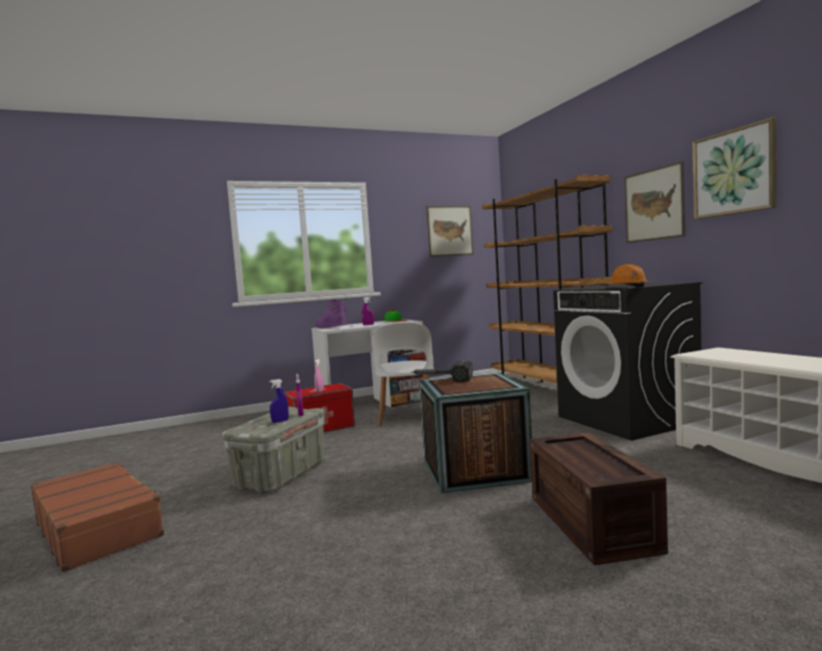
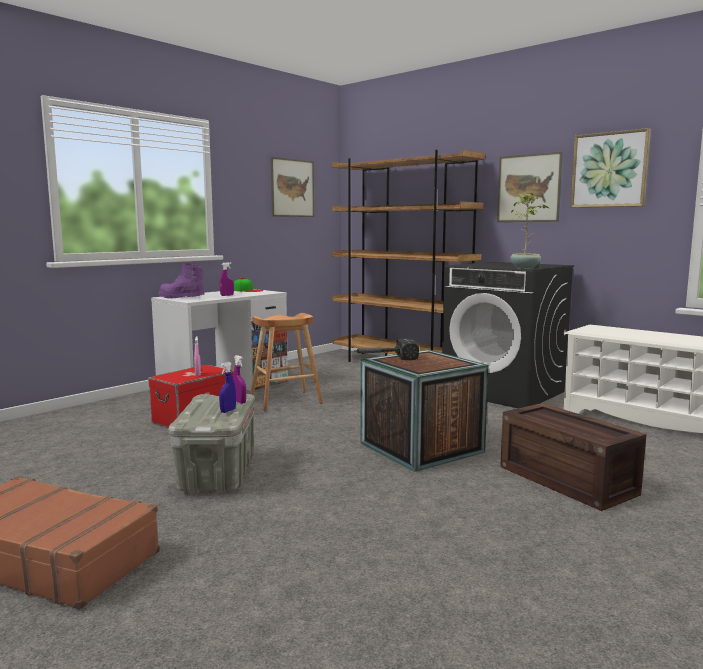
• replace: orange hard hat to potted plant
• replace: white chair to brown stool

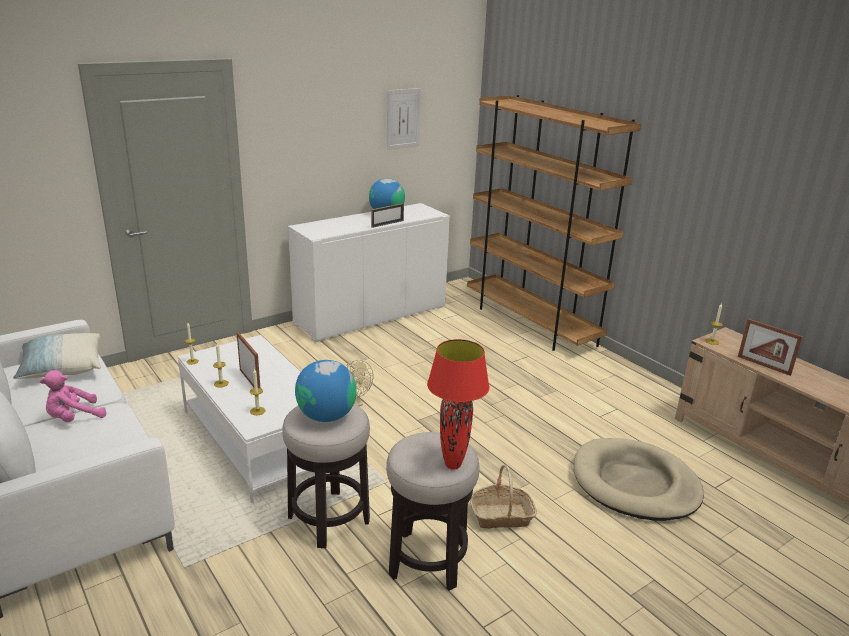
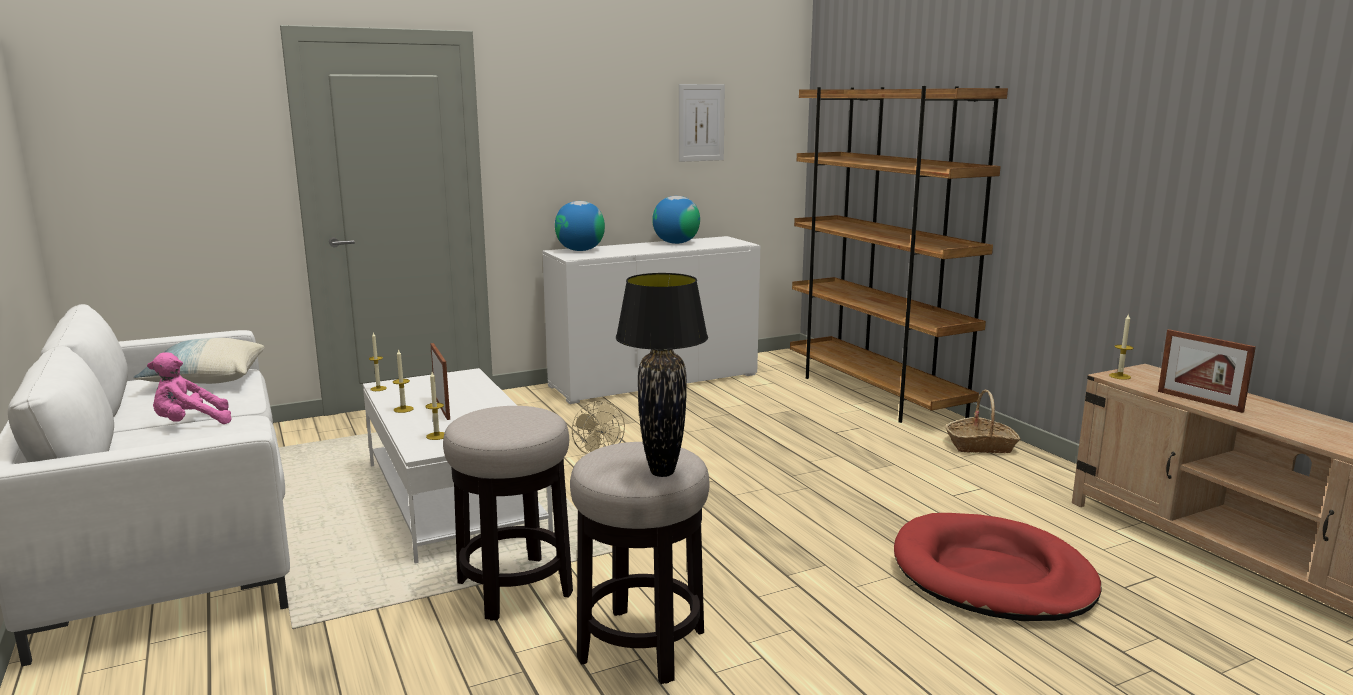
• delete: picture frame (2nd from left)
• recolor: red table lamp to black table lamp
• move: globe (1st from left)
• recolor: beige dog bed to red dog bed
• move: basket

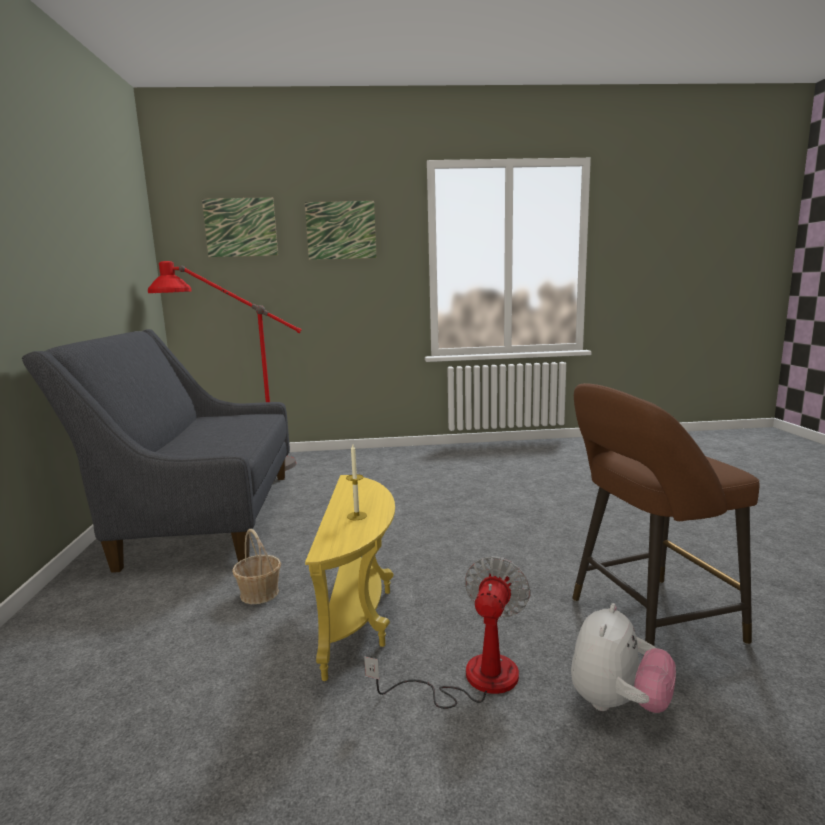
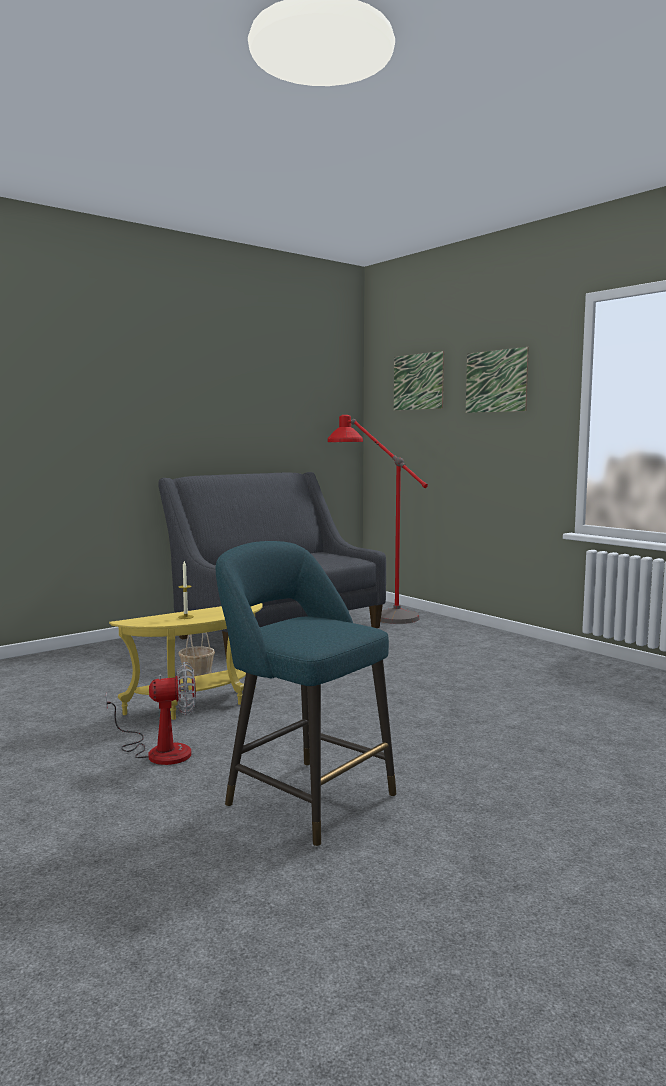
• recolor: brown stool to turquoise stool
• delete: plush toy

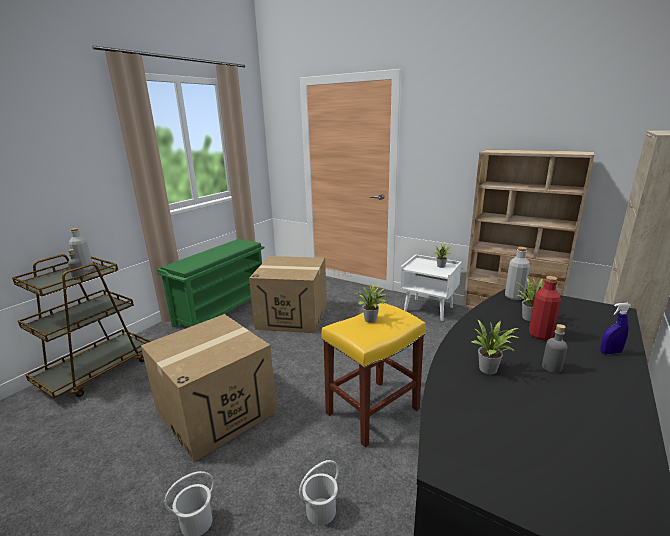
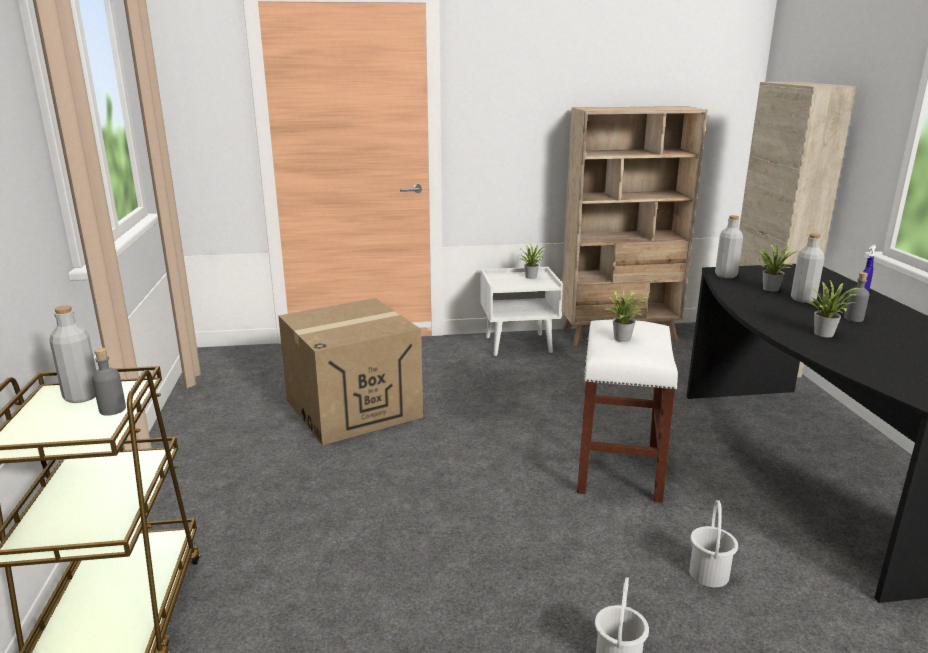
• delete: green shoe rack
• recolor: red bottle to grey bottle (4th from left)
• recolor: yellow stool to white stool
• delete: cardboard box (1st from left)

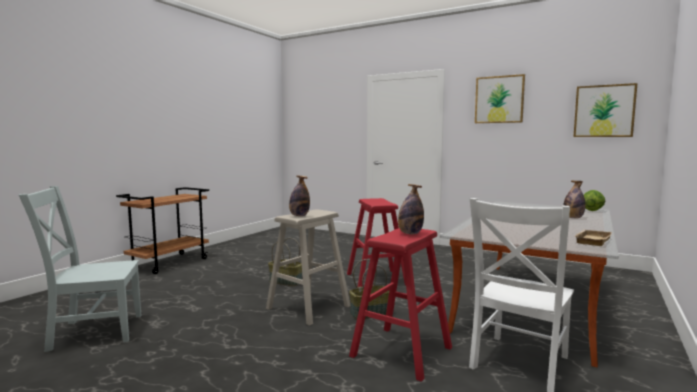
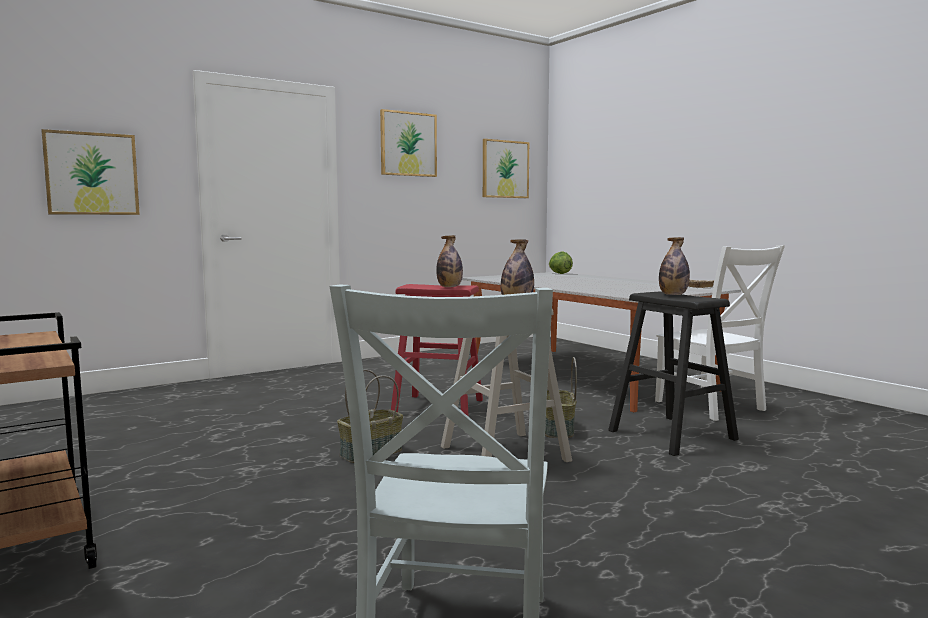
• move: bottle (3rd from left in the first image) to bottle (1st from left)
• recolor: red stool (2nd from left) to black stool
• insert: picture (1st from left)

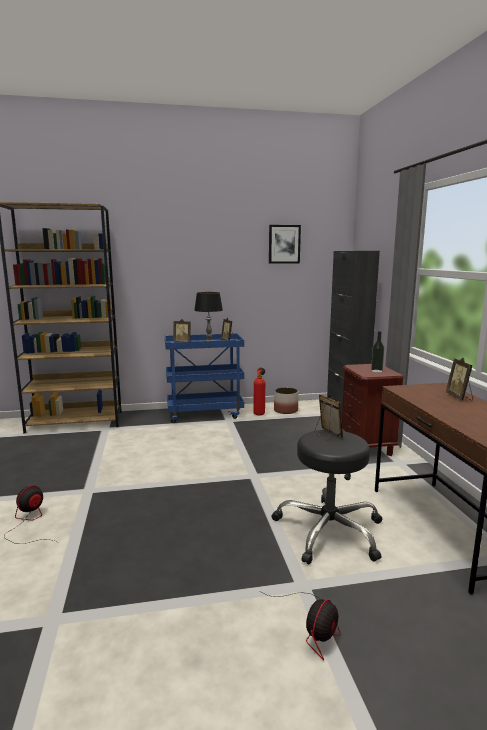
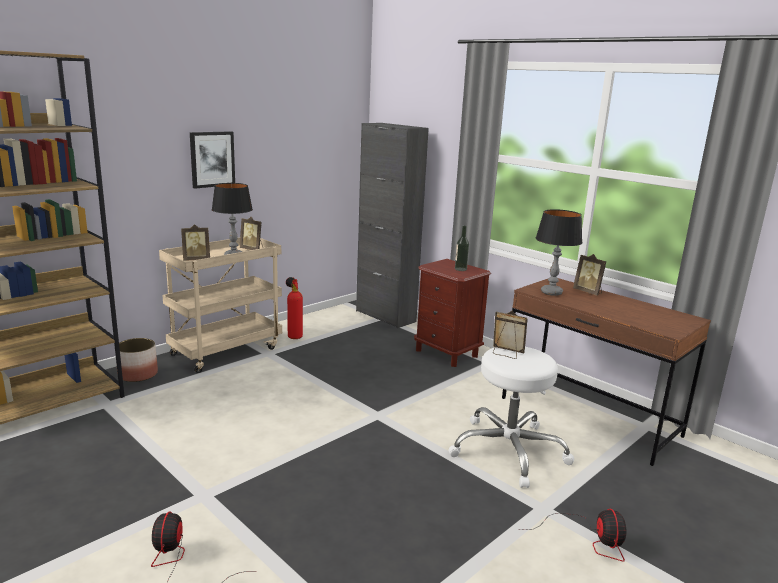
• move: picture
• recolor: blue cart to beige cart
• move: planter
• recolor: black stool to white stool
• insert: table lamp (2nd from left)

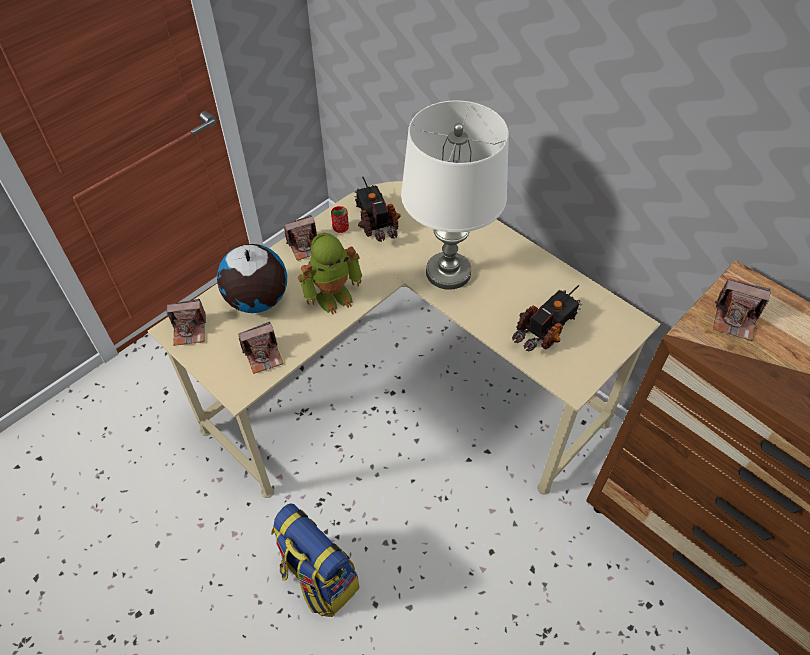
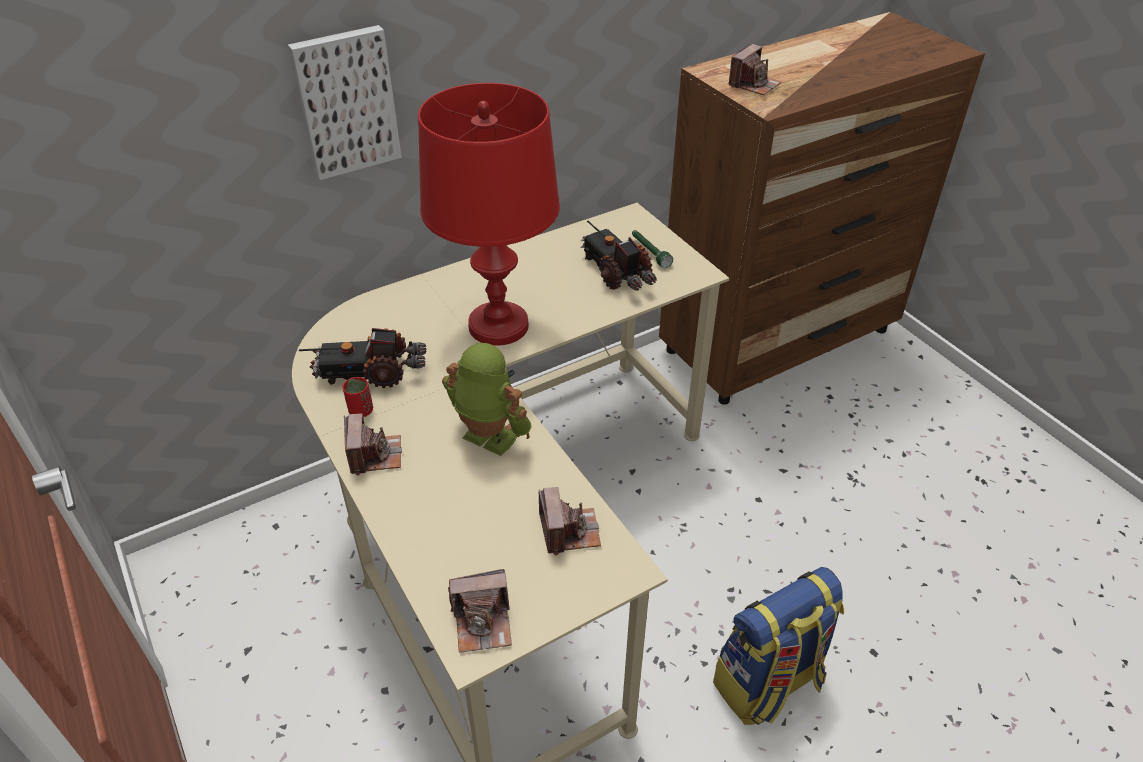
• recolor: white table lamp to red table lamp
• rotate: toy robot 45 degrees counterclockwise
• delete: globe
• rotate: photo camera (1st from left in the first image) 75 degrees clockwise
• insert: picture
• insert: green flashlight

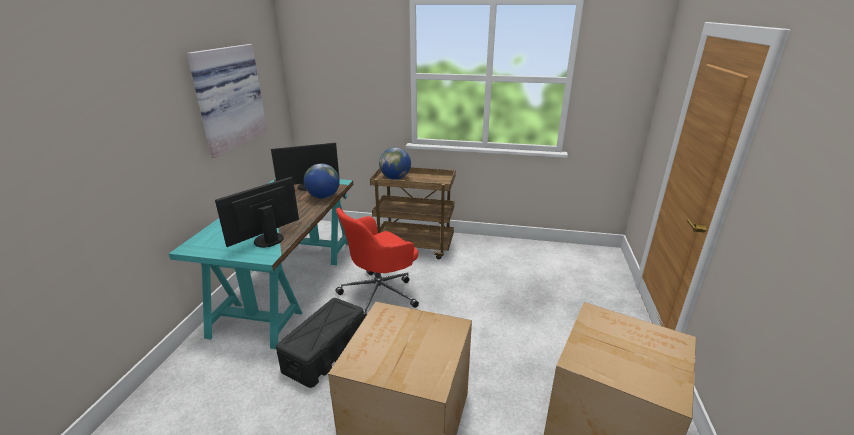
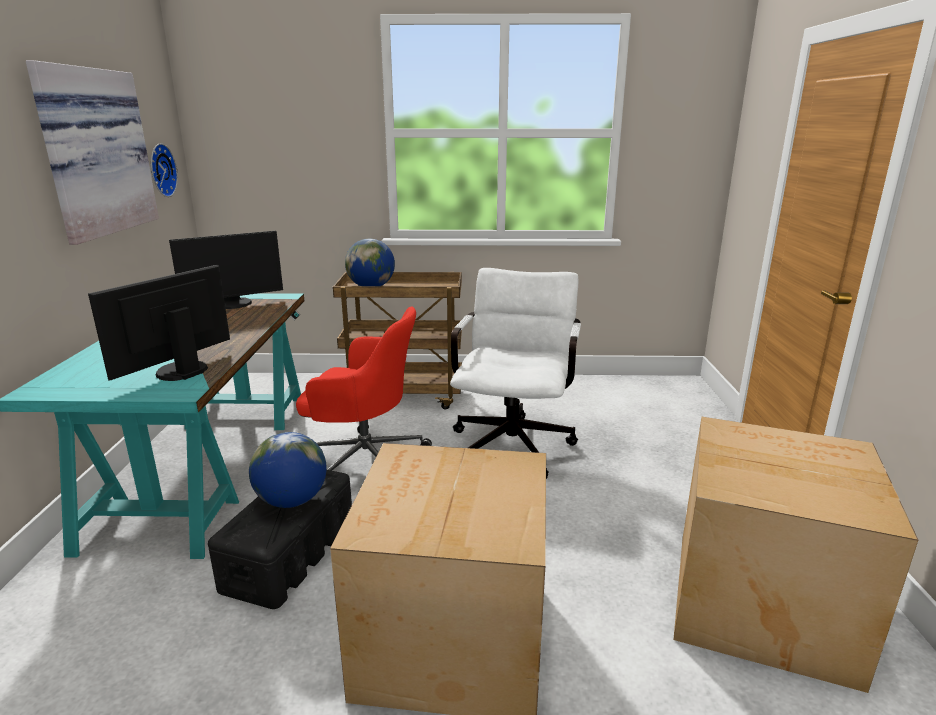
• move: globe (1st from left)
• rotate: red office chair 120 degrees counterclockwise
• insert: wall clock
• insert: white office chair

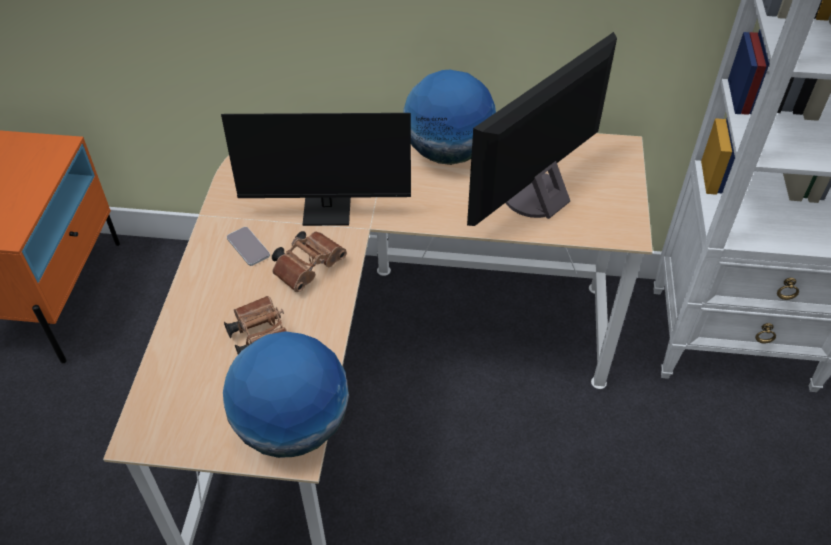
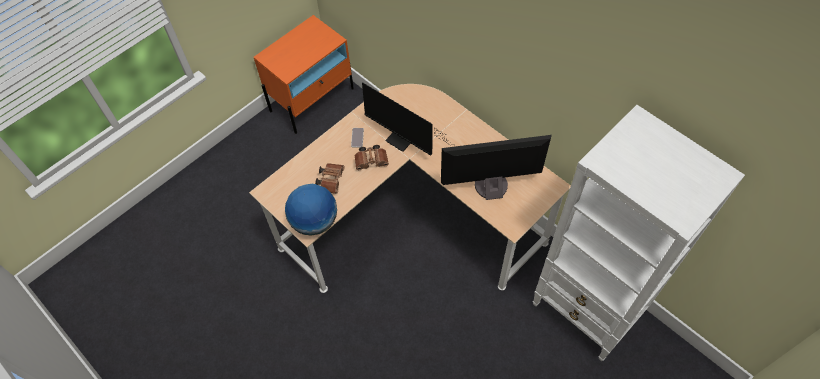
• delete: globe (2nd from left)

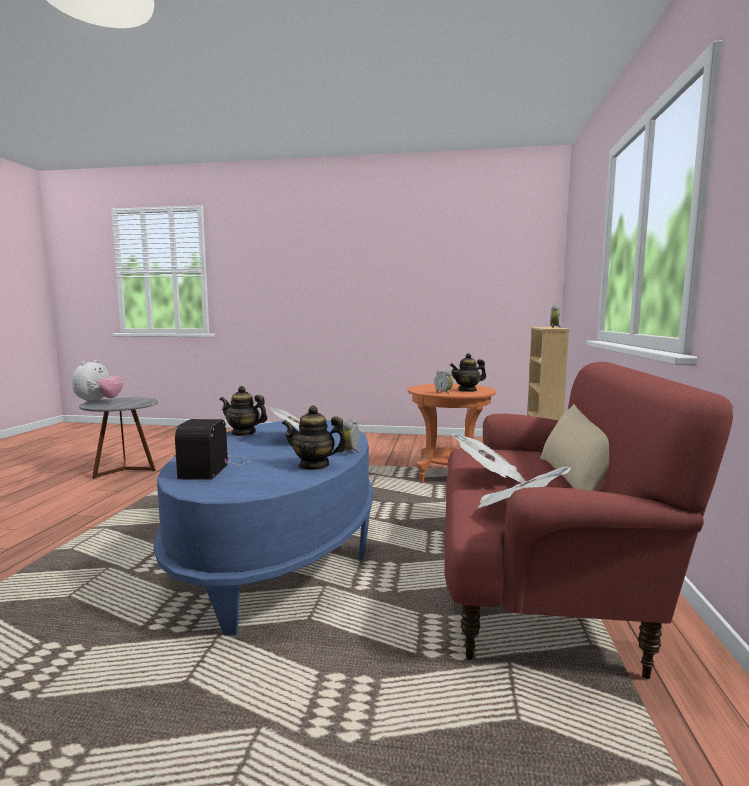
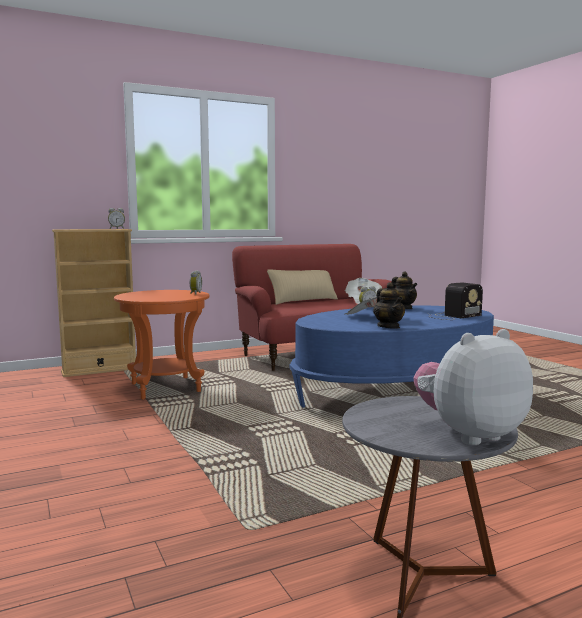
• delete: teapot (3rd from left)
• delete: newspaper (2nd from left)

